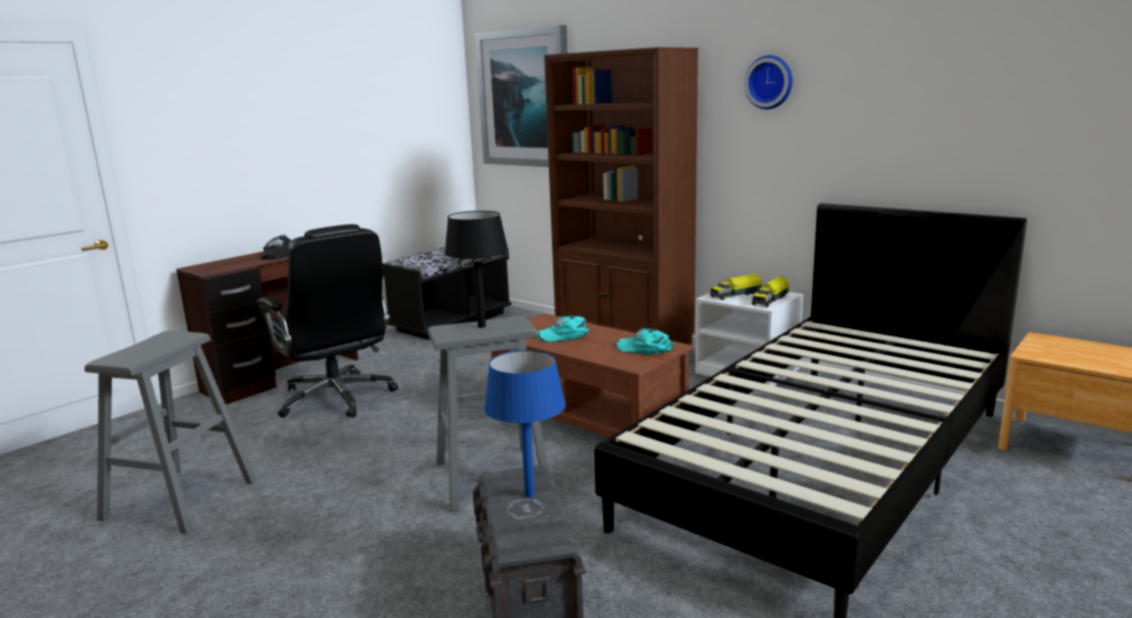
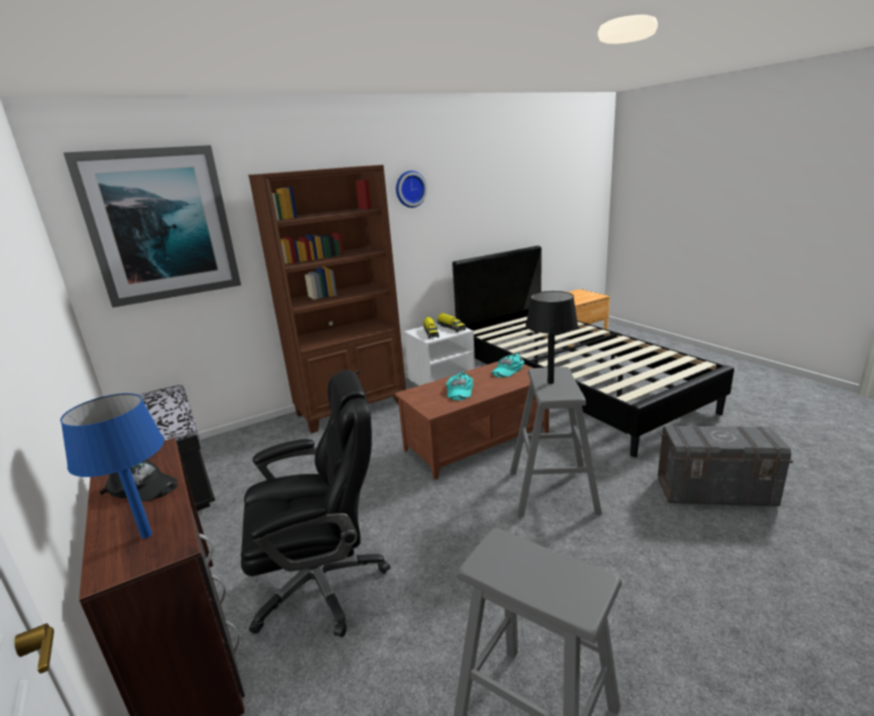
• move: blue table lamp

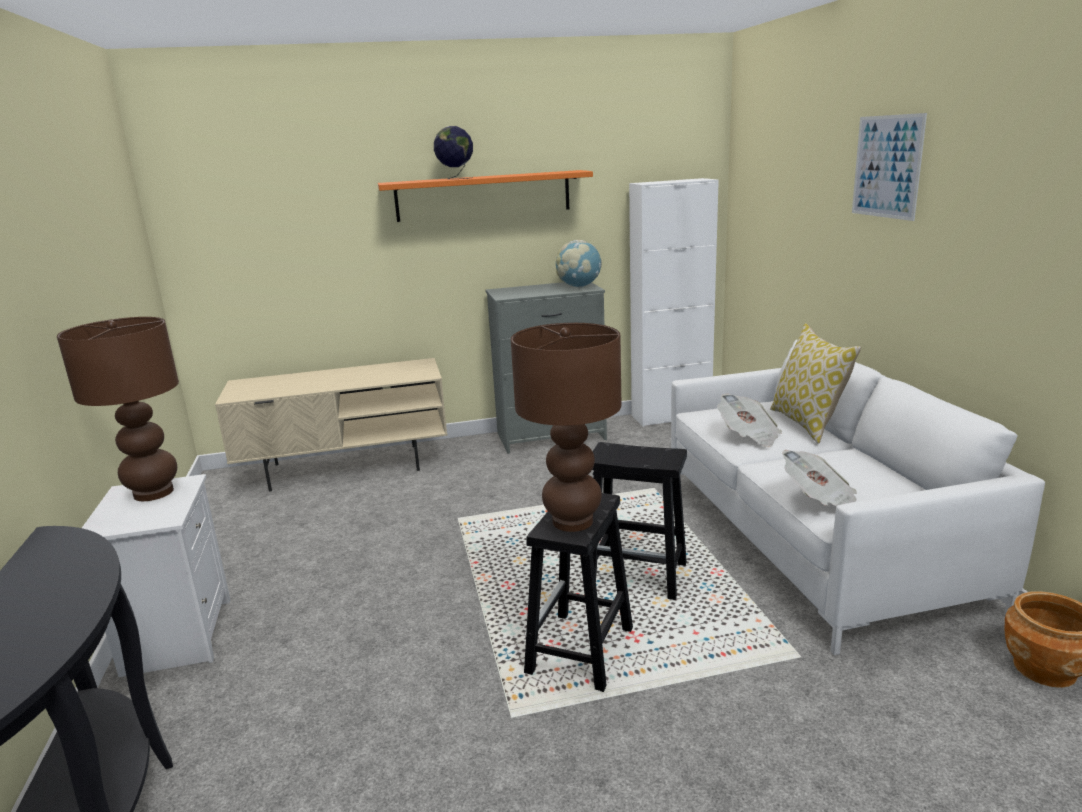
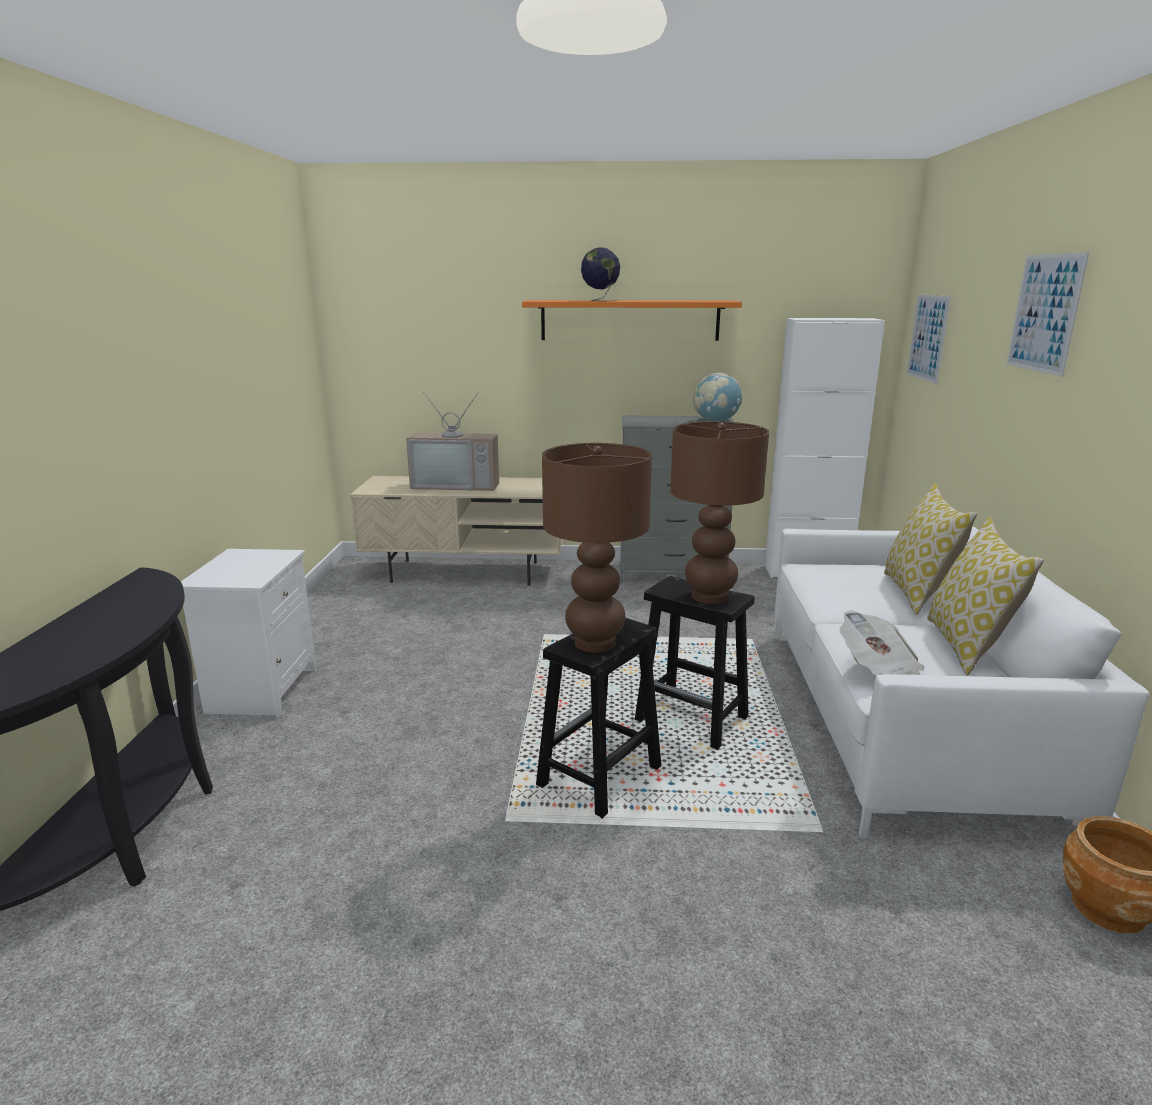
• move: brown table lamp (1st from left in the first image) to brown table lamp (2nd from left)
• delete: newspaper (1st from left)
• insert: picture (1st from left)
• insert: television
• insert: pillow (2nd from left)

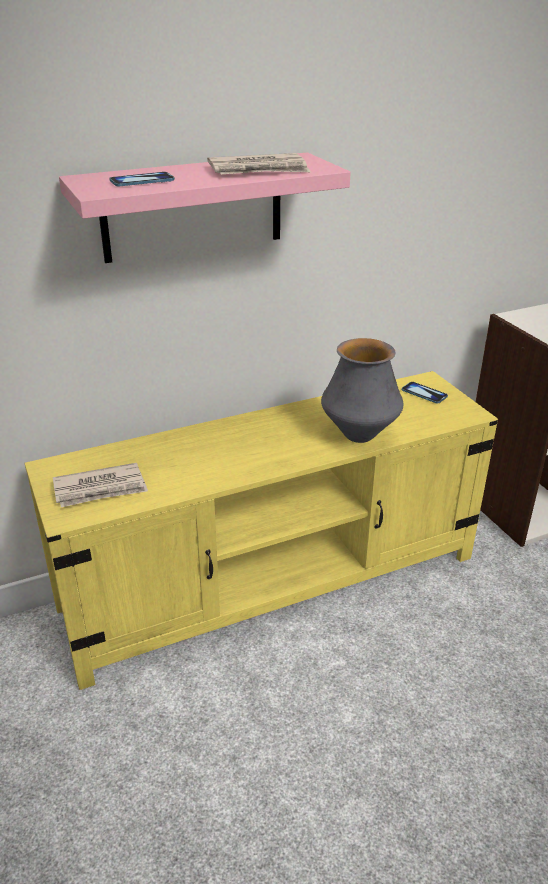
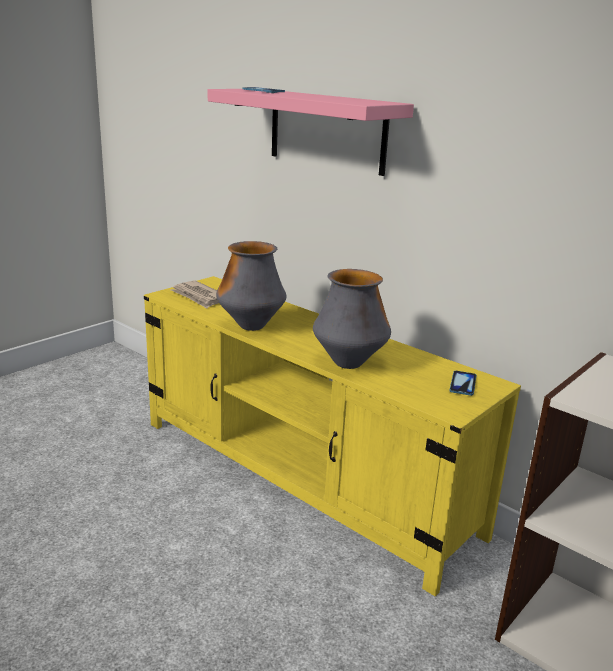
• delete: newspaper (2nd from left)
• insert: vase (1st from left)

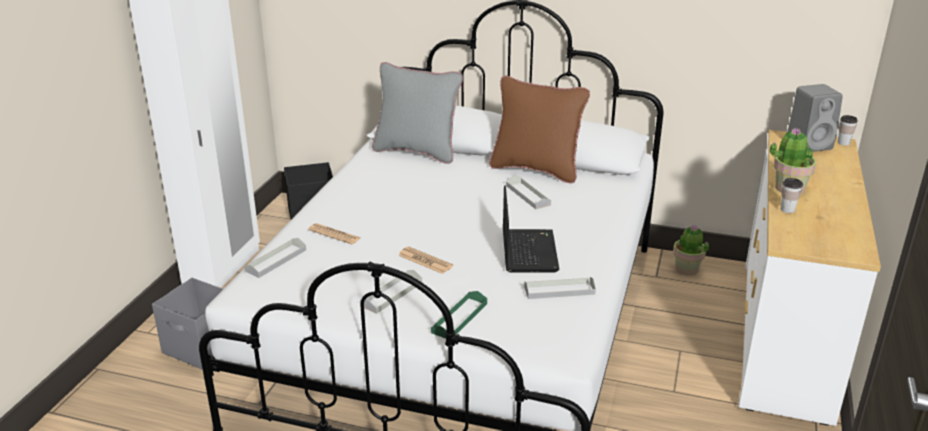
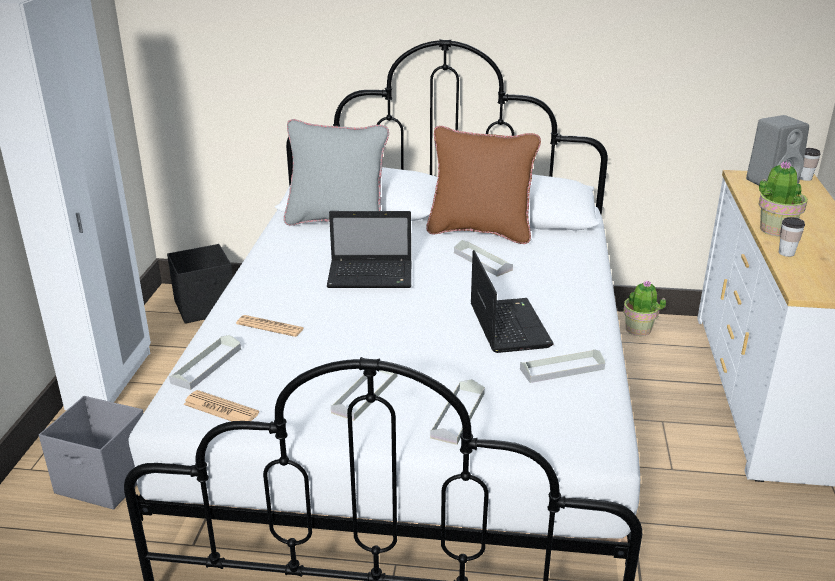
• move: newspaper (2nd from left in the first image) to newspaper (1st from left)
• recolor: green tray to grey tray (3rd from left)
• insert: laptop (1st from left)

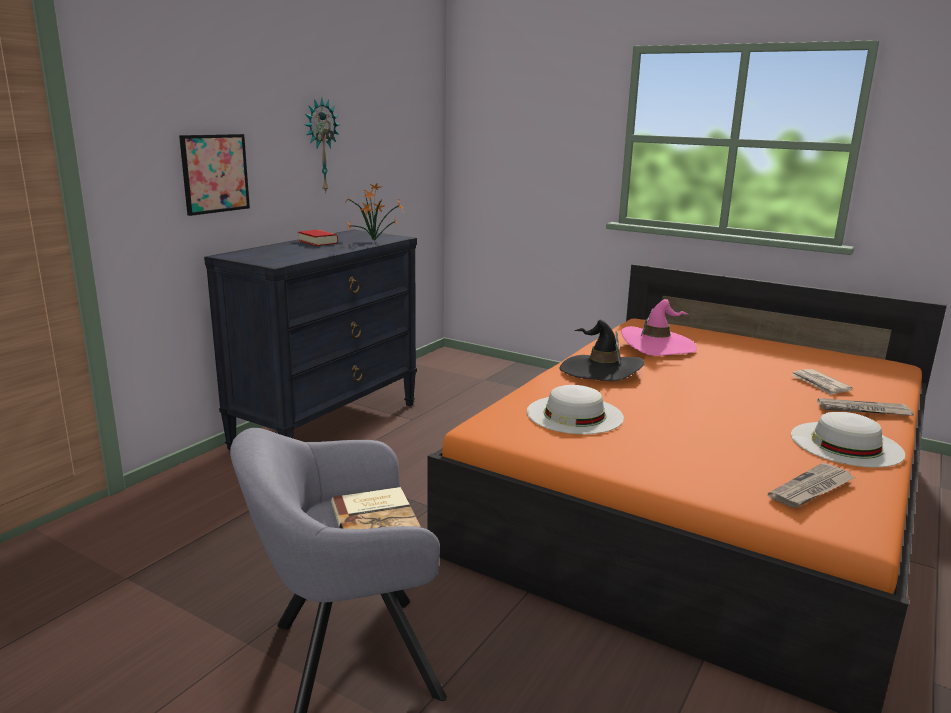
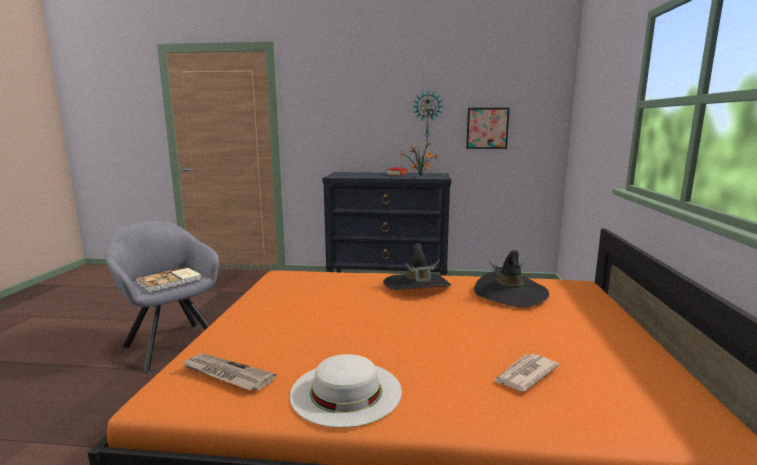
• move: picture
• recolor: pink hat to black hat (2nd from left)
• delete: white hat (1st from left)
• delete: newspaper (3rd from left)

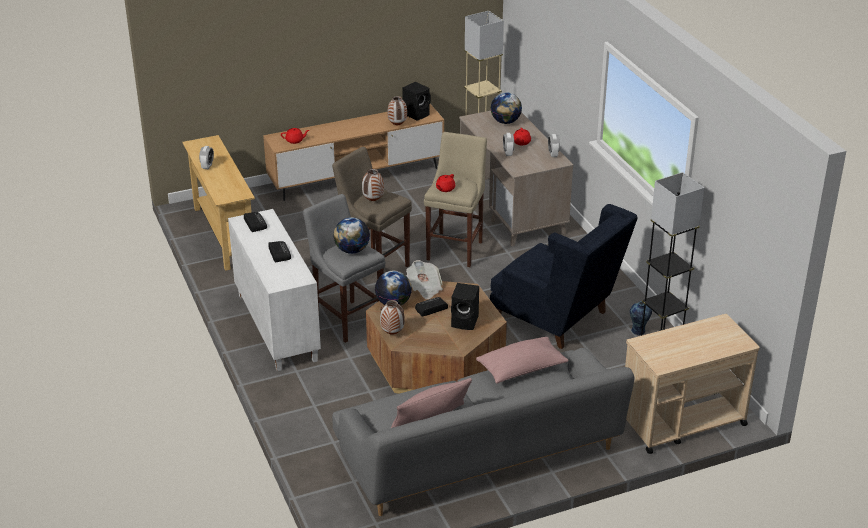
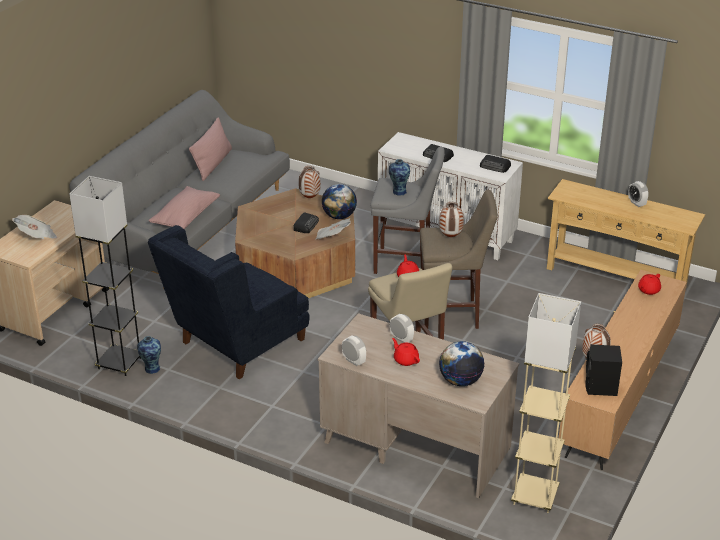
• rotate: blue armchair 45 degrees counterclockwise
• replace: globe (1st from left) to vase (3rd from left)
• delete: black speaker (2nd from left)
• insert: newspaper (1st from left)

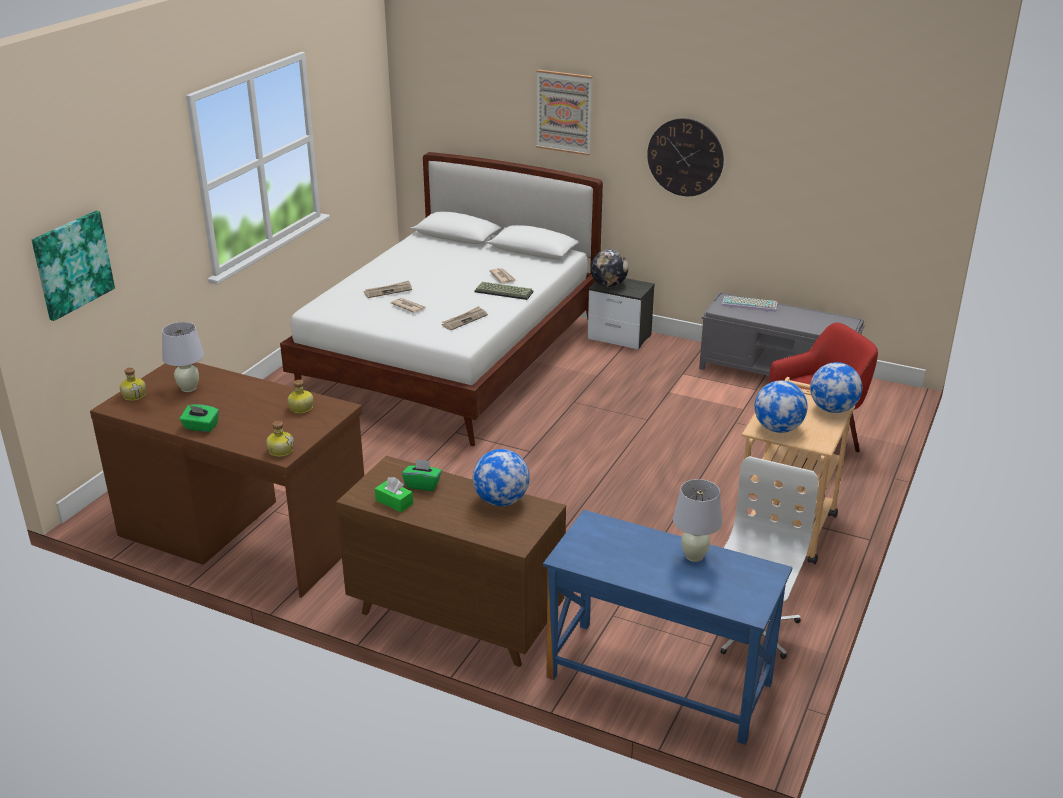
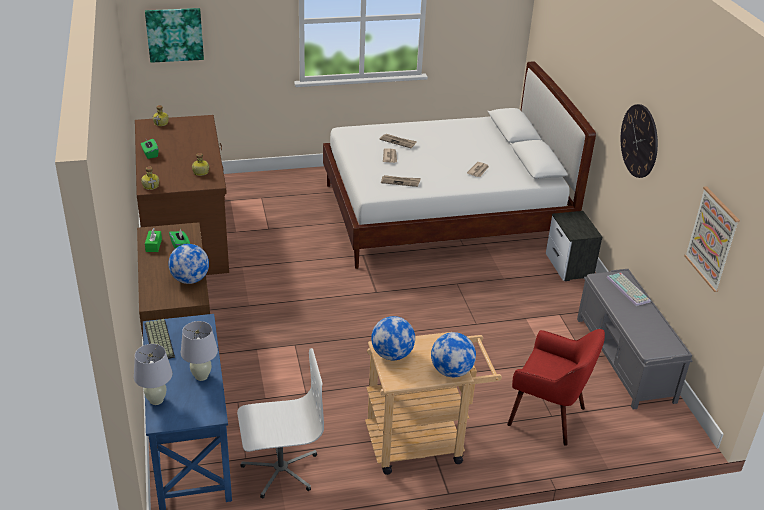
• move: picture (2nd from left)
• delete: globe (2nd from left)
• move: keyboard (1st from left)
• move: white table lamp (1st from left)

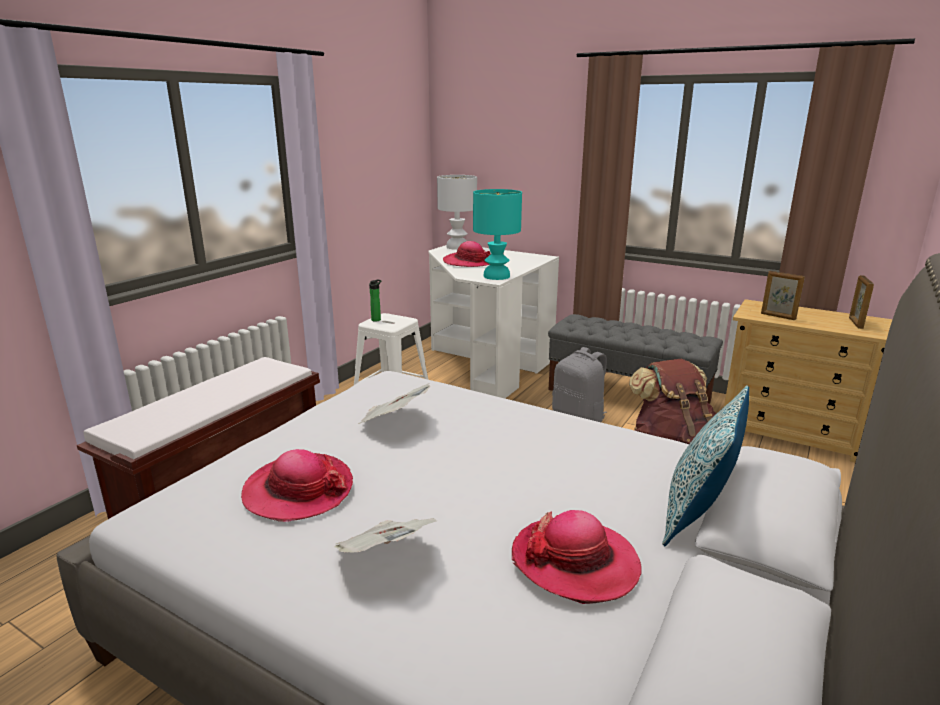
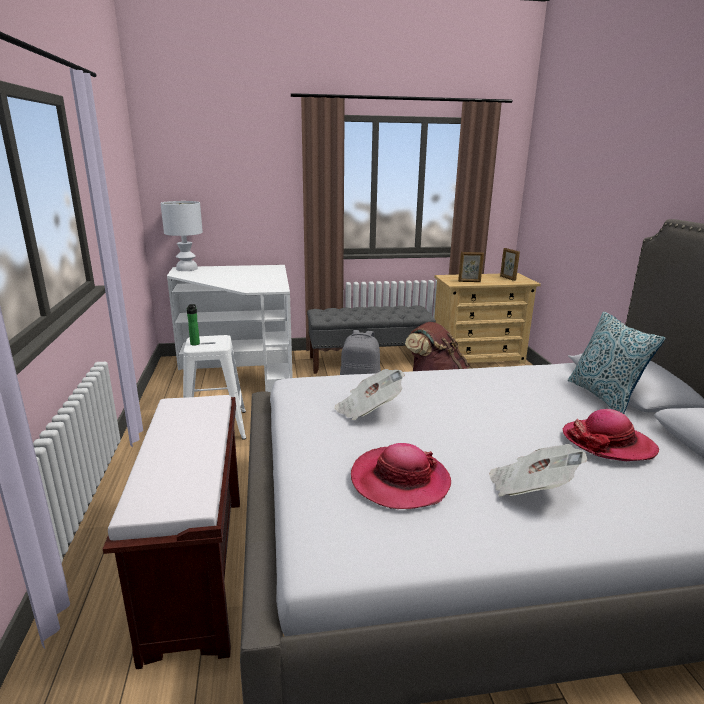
• delete: turquoise table lamp
• delete: hat (2nd from left)

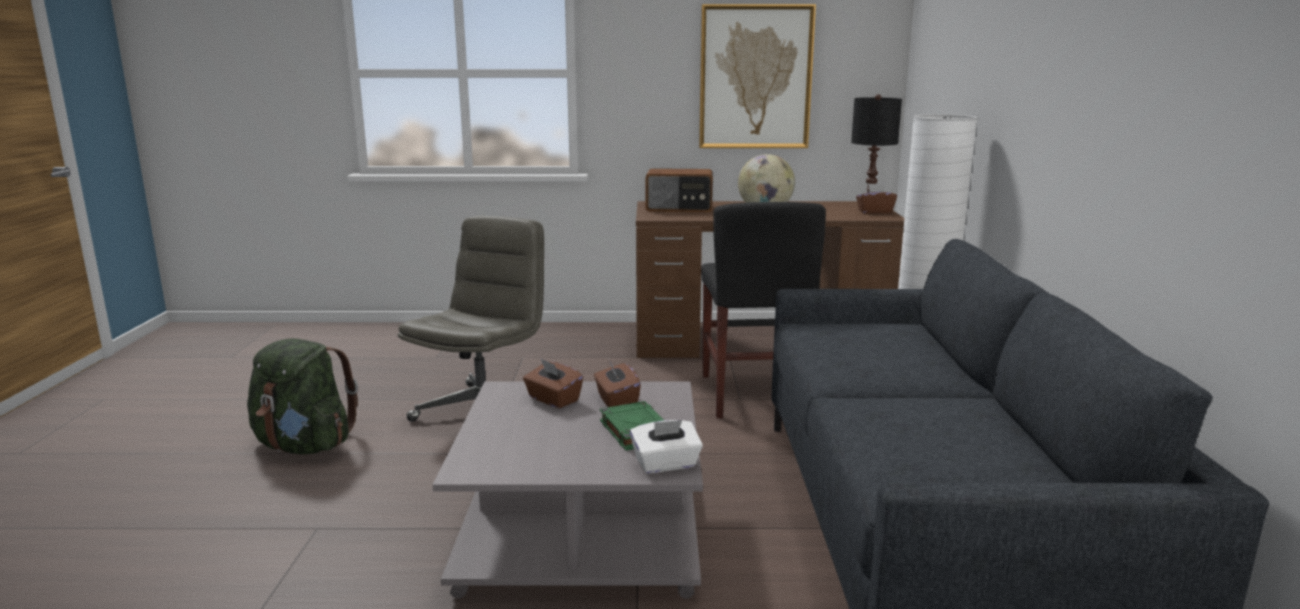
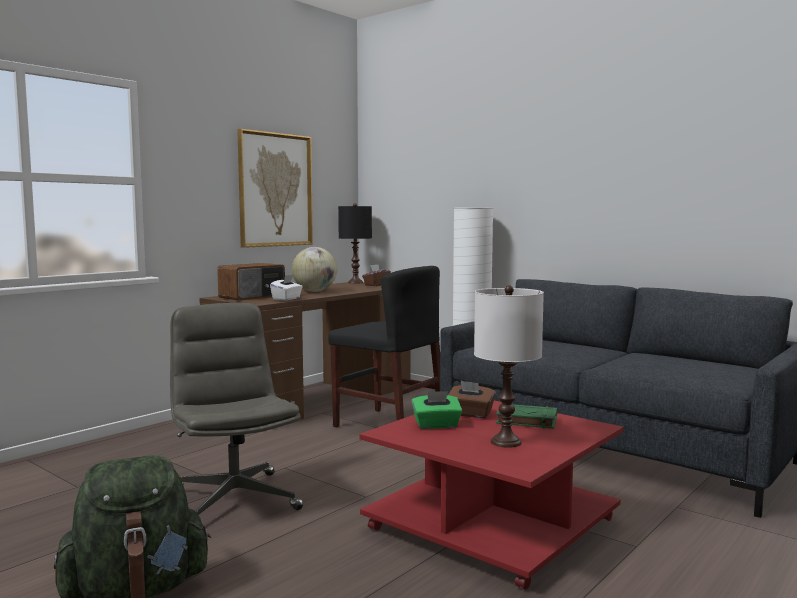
• recolor: brown tissue box (1st from left) to green tissue box
• recolor: grey coffee table to red coffee table
• move: white tissue box
• insert: white table lamp

